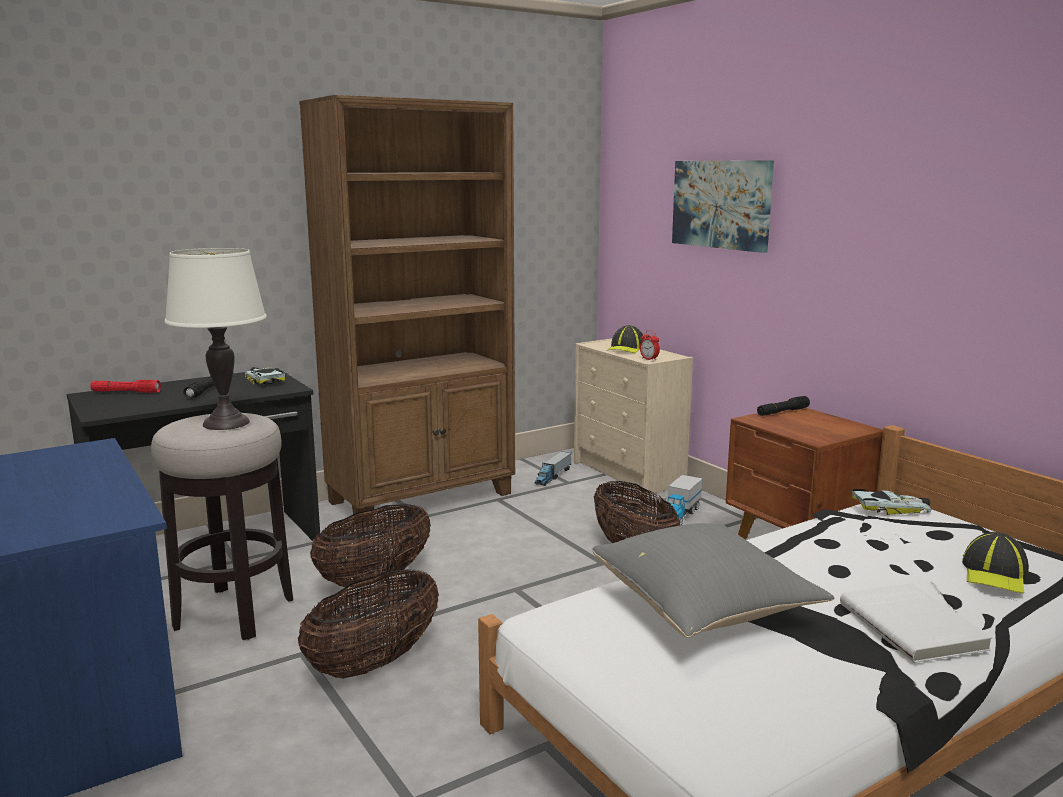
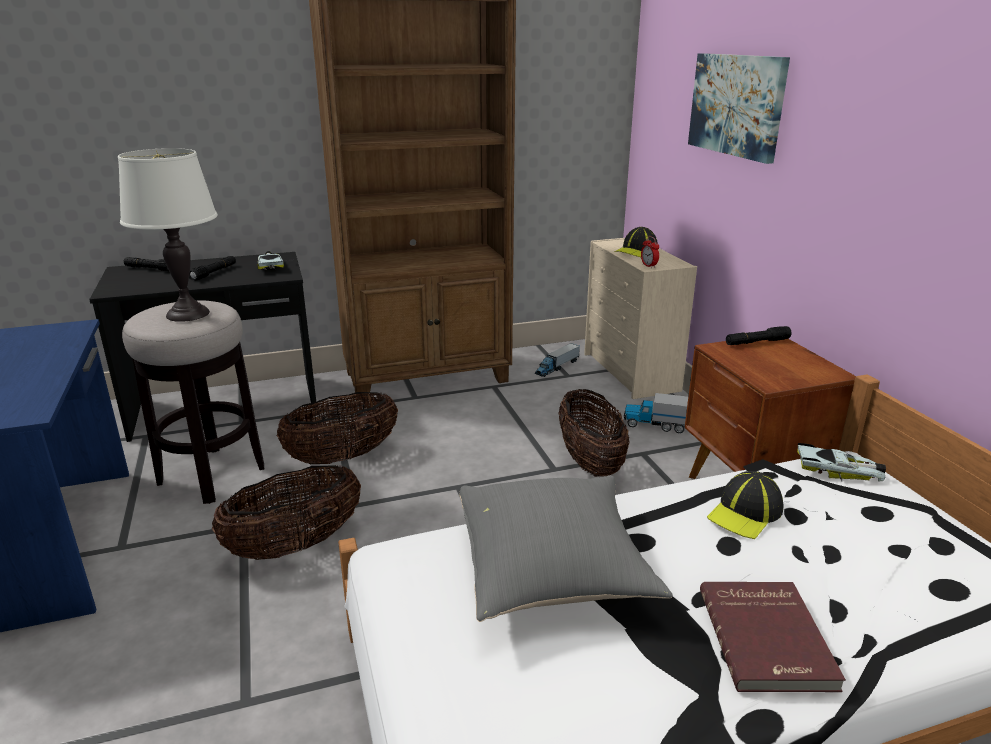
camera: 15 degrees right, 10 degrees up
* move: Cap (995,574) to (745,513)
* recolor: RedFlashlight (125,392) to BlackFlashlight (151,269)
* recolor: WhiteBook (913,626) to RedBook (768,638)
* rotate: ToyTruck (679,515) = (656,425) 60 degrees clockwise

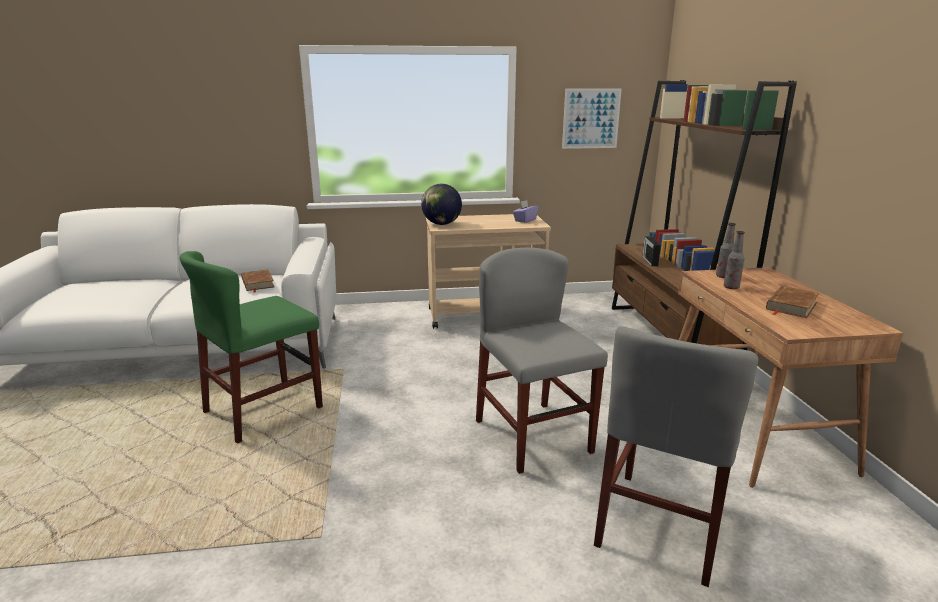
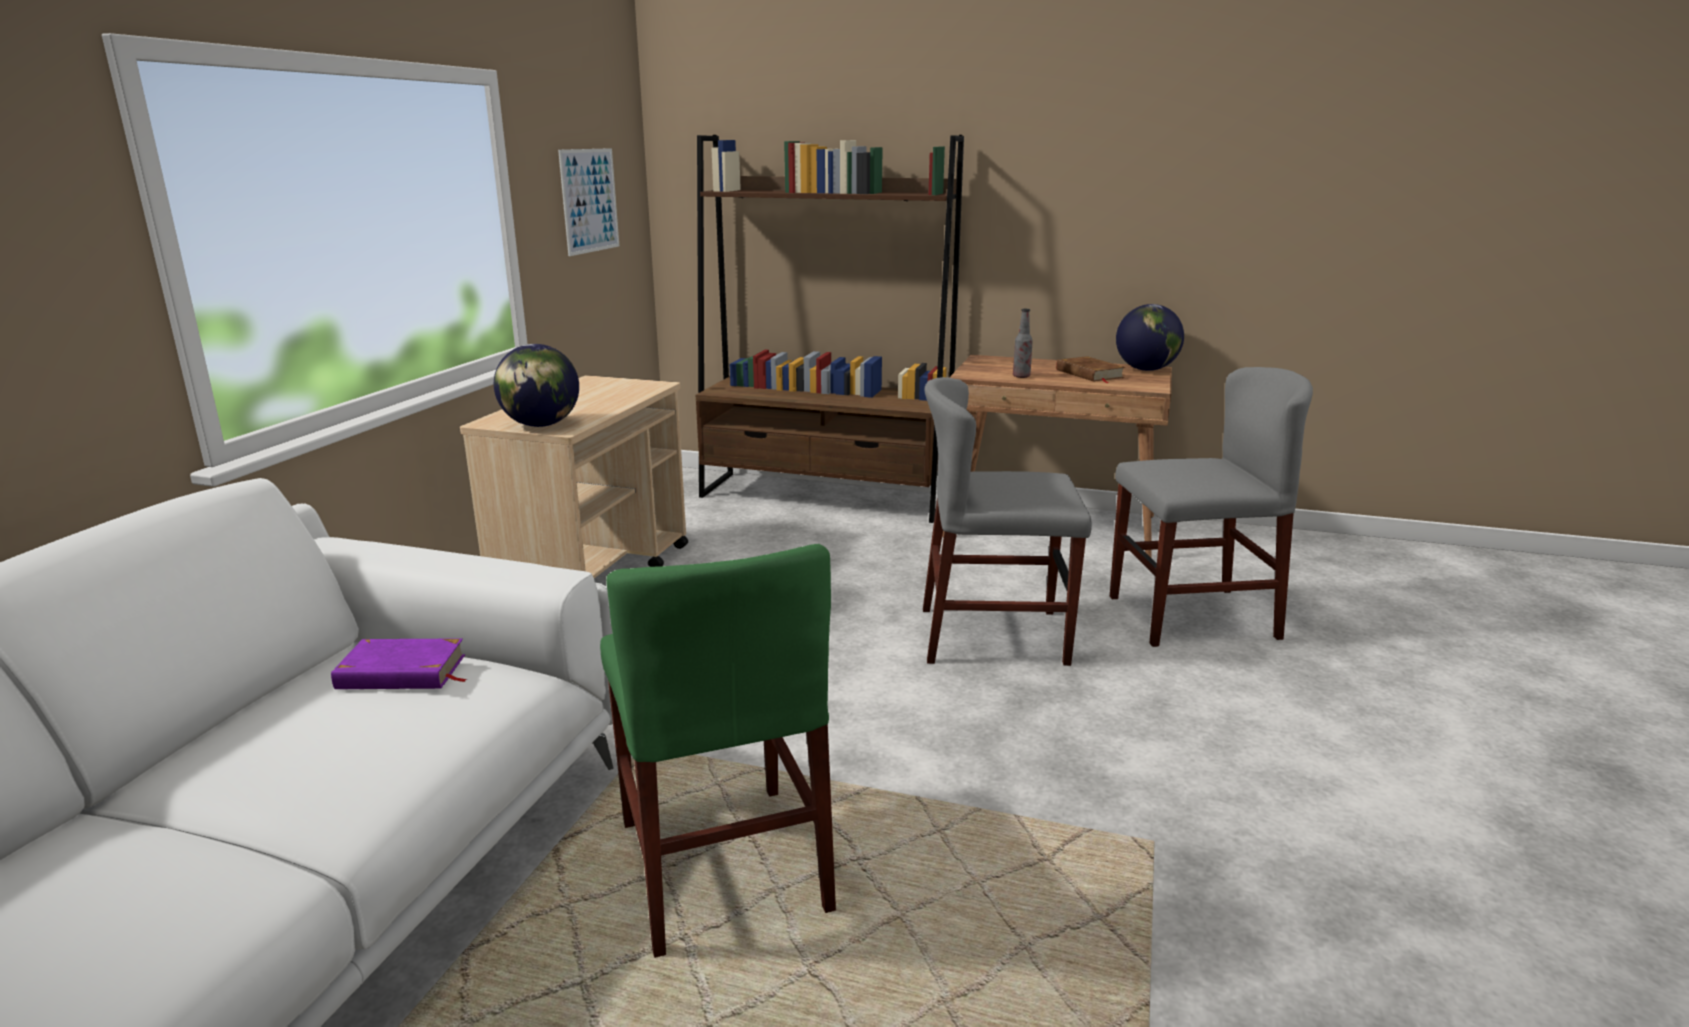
camera: 65 degrees left, 0 degrees up
* delete: PurpleTissueBox (525,220)
* delete: Radio (650,261)
* delete: Bottle (723,276)
* insert: Globe (1146,370)
* recolor: BrownBook (257,283) to PurpleBook (402,672)
* rotate: GreyChair (661,524) = (1191,617) 60 degrees counterclockwise

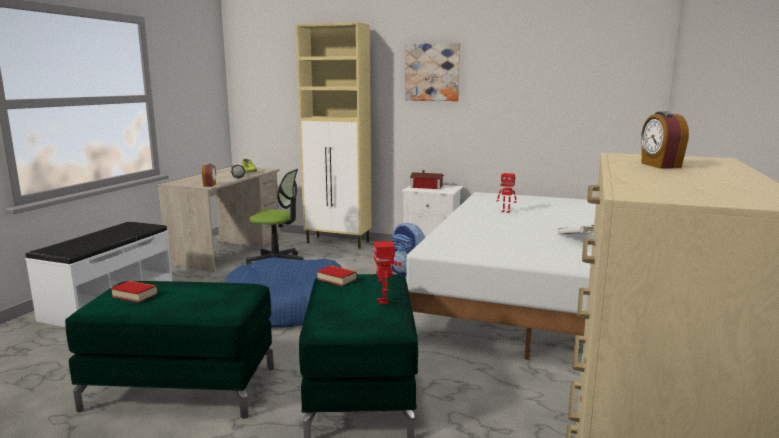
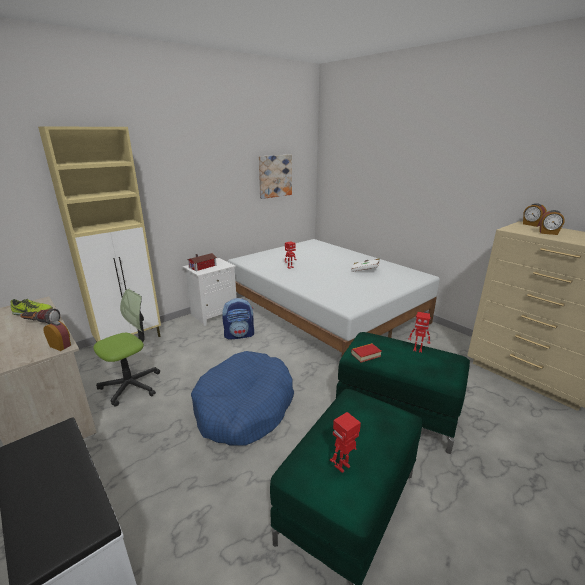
camera: 60 degrees left, 10 degrees up
* insert: AlarmClock (531,224)
* move: Picture (432,72) to (275,176)
* replace: Book (135,295) to ToyRobot (343,467)

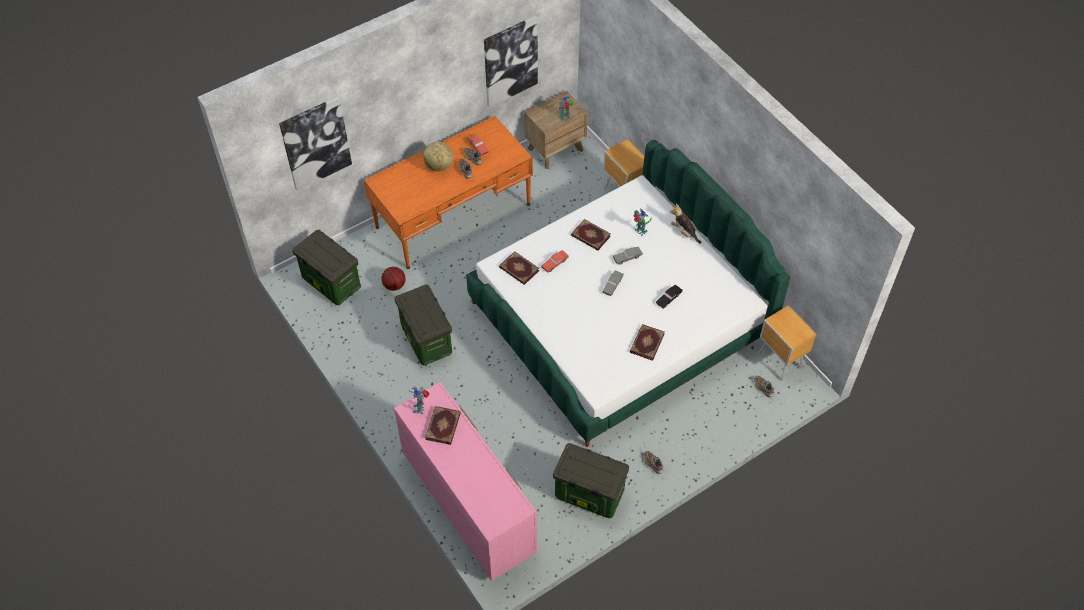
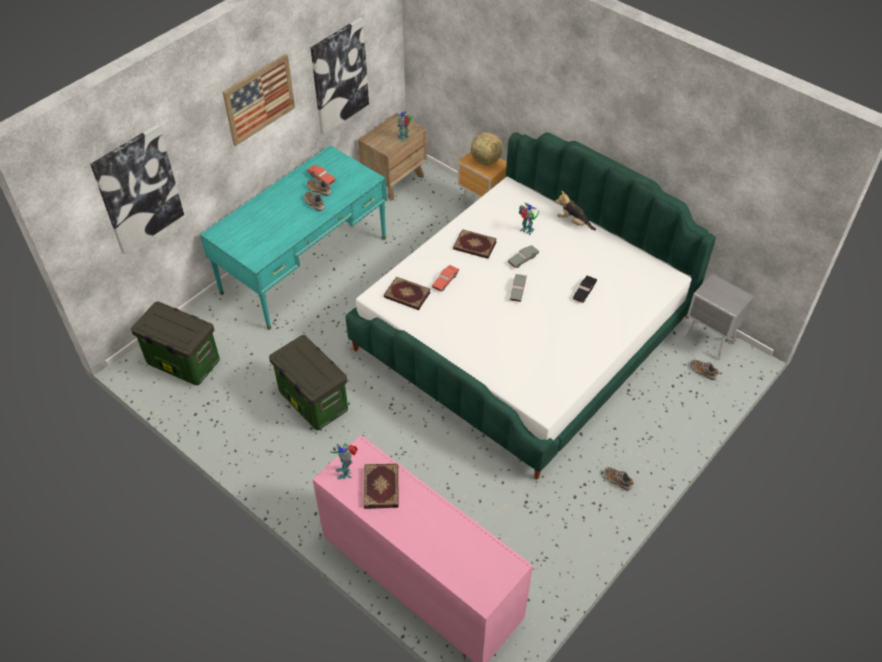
camera: 15 degrees left, 5 degrees down
* delete: Basketball (394,285)
* delete: StorageBox (588,494)
* delete: Book (646,343)
* insert: Picture (259,99)
* move: Globe (439,166) to (486,161)
* recolor: OrangeDesk (453,216) to TurquoiseDesk (304,265)
* recolor: BrownNightstand (780,362) to GreyNightstand (709,341)

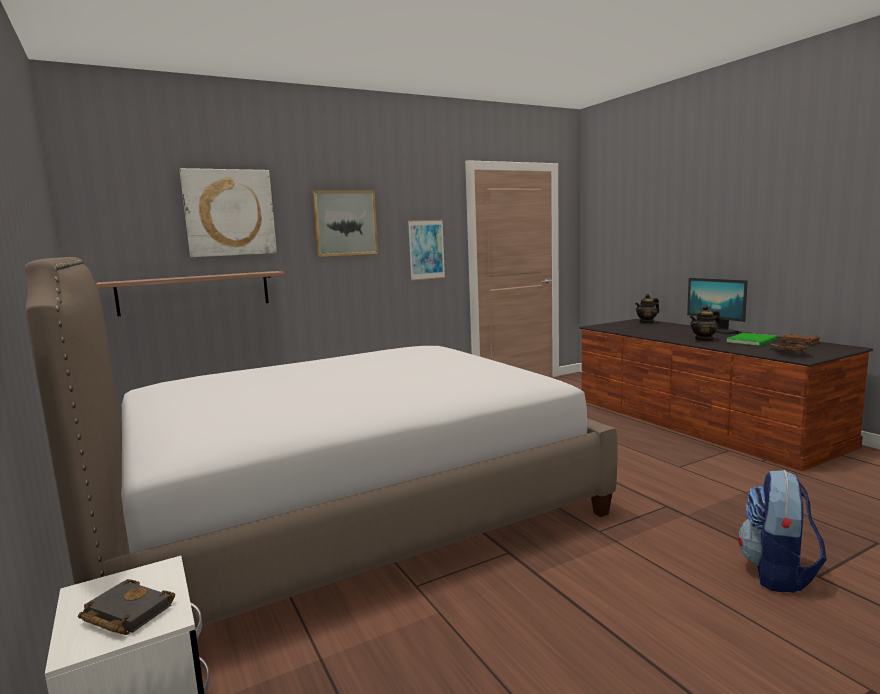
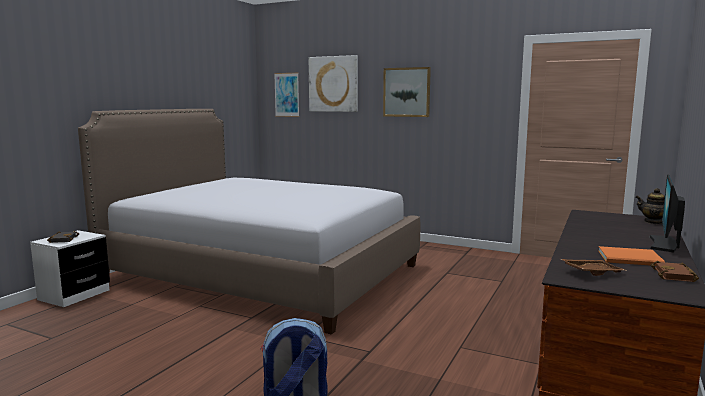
camera: 55 degrees right, 0 degrees up
* delete: Shelf (195,292)
* delete: Teapot (704,339)
* move: Picture (426,249) to (287,94)
* recolor: GreenBook (753,341) to OrangeBook (632,259)

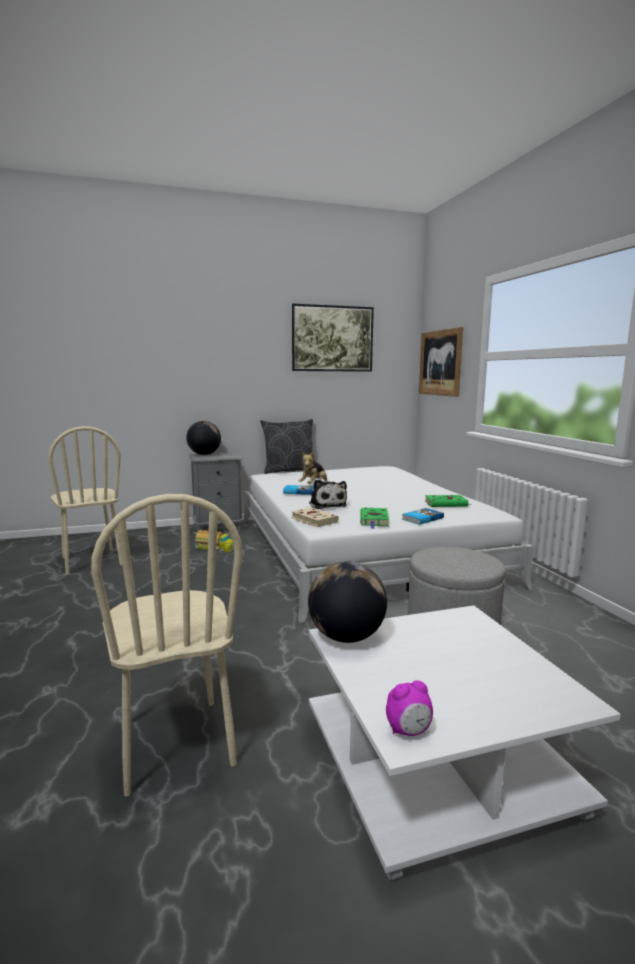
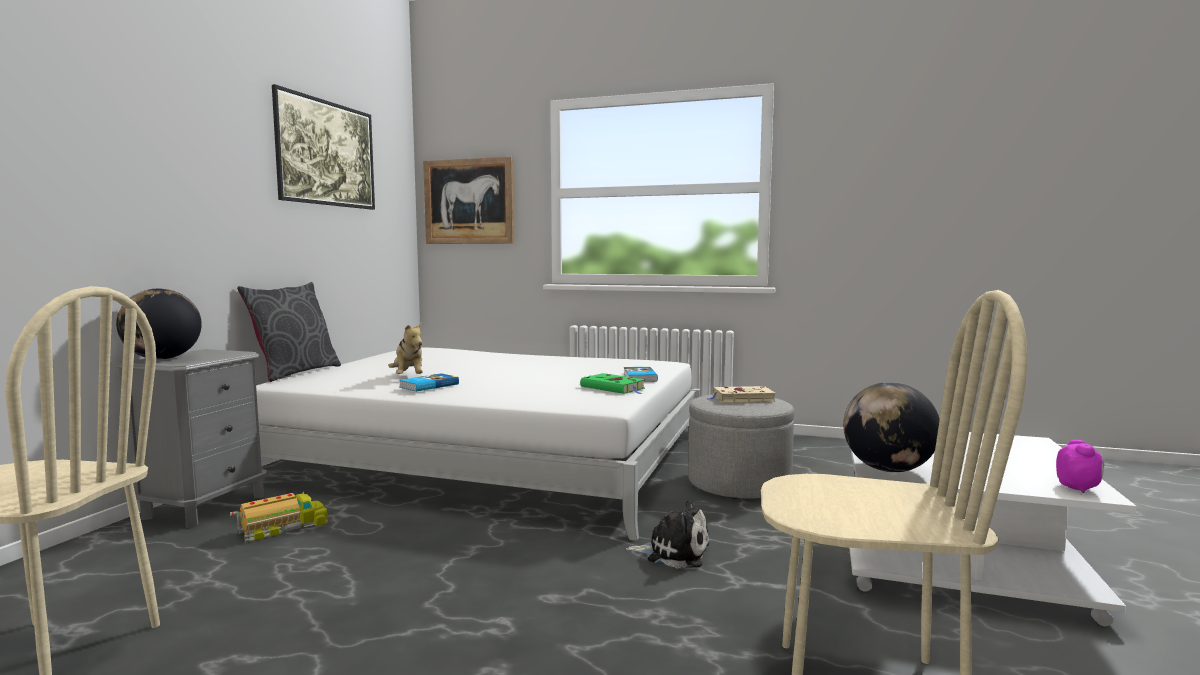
camera: 55 degrees left, 5 degrees down
* delete: GreenBook (447,504)
* move: BeigeBook (313,520) to (741,399)
* move: PlushToy (327,505) to (673,552)

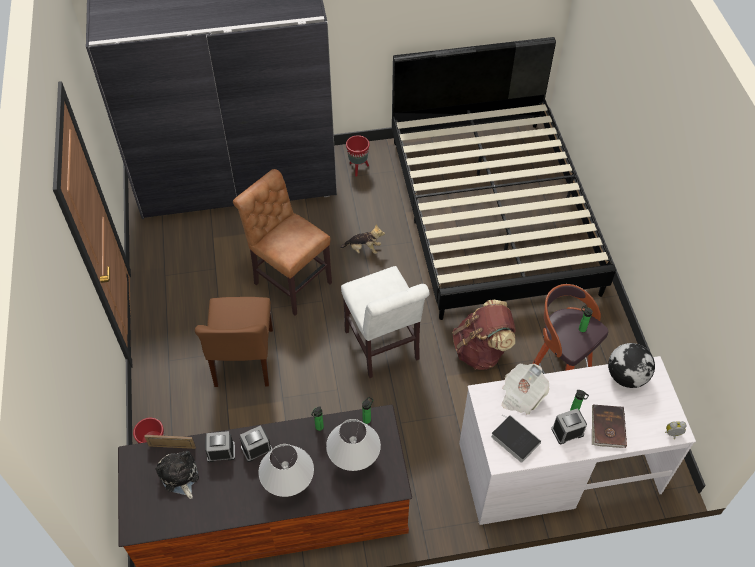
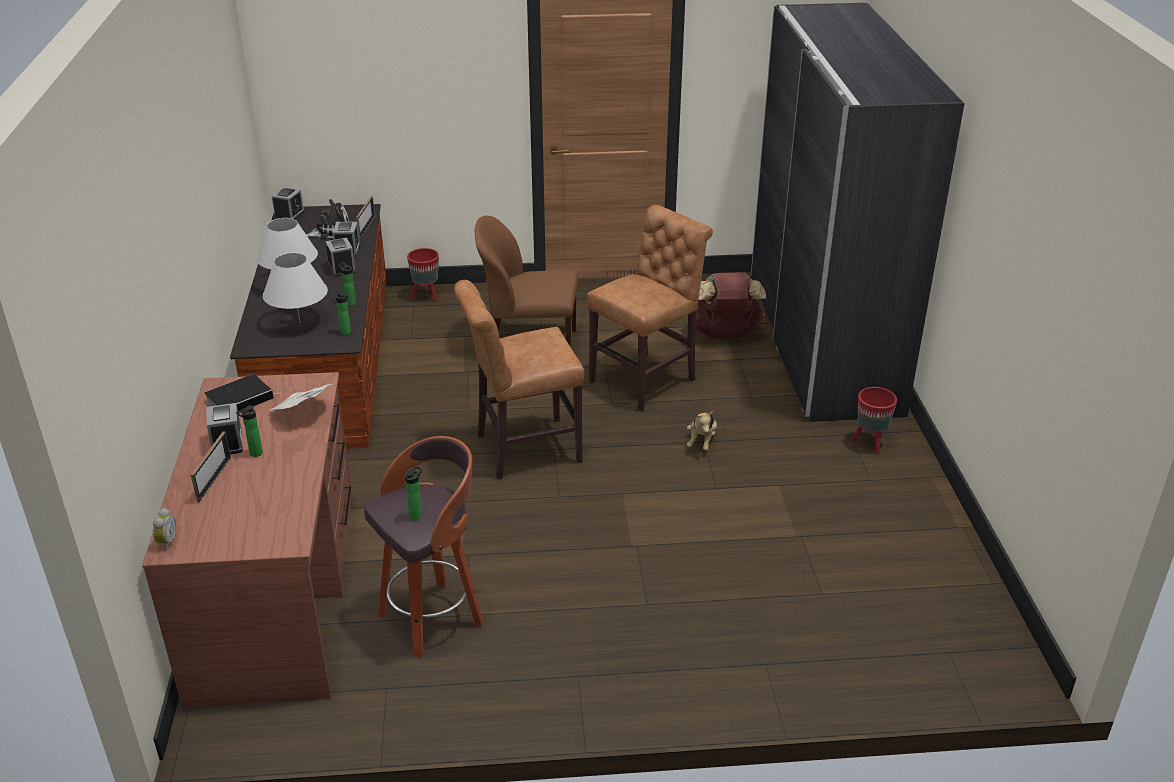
camera: 95 degrees right, 20 degrees down
* delete: BlackBed (492,213)
* delete: Globe (627,376)
* insert: AlarmClock (289,215)
* move: BrownBackpack (481,350) to (724,335)
* replace: BrownBook (607,427) to PictureFrame (214,479)
* recolor: WhiteChair (383,348) to BrownChair (522,449)
* recolor: WhiteDesk (558,467) to BrownDesk (278,595)

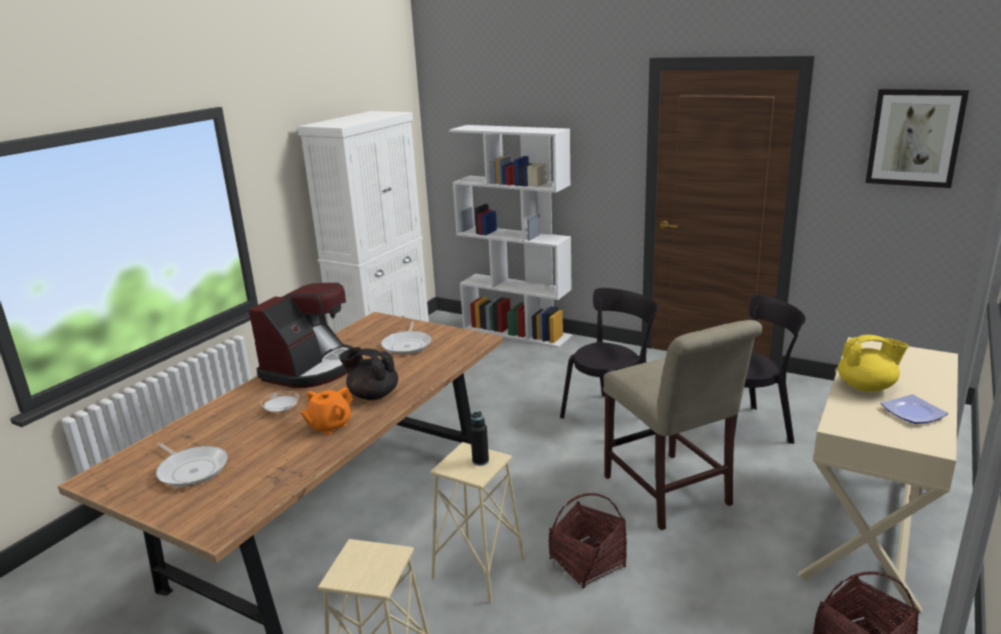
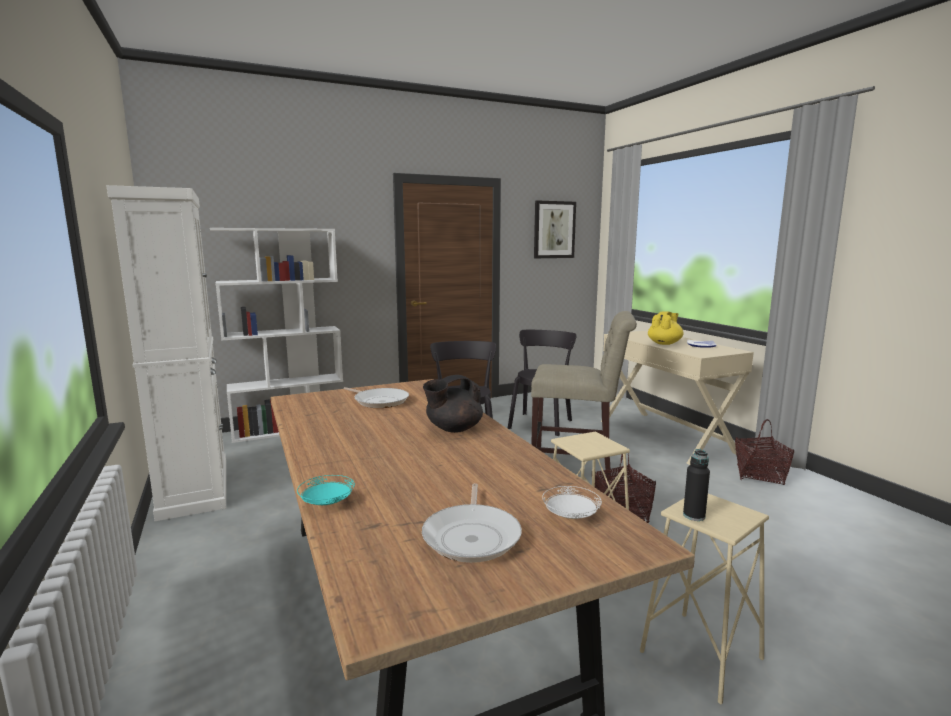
camera: 55 degrees left, 10 degrees down
* delete: CoffeeMachine (312,368)
* delete: OrangeTeapot (329,426)
* insert: TurquoisePlate (327,503)
* move: WhitePlate (282,410) to (570,516)
* move: BlackBottle (480,461) to (694,516)
* rotate: FryingPan (192,470) = (472,536) 105 degrees clockwise

